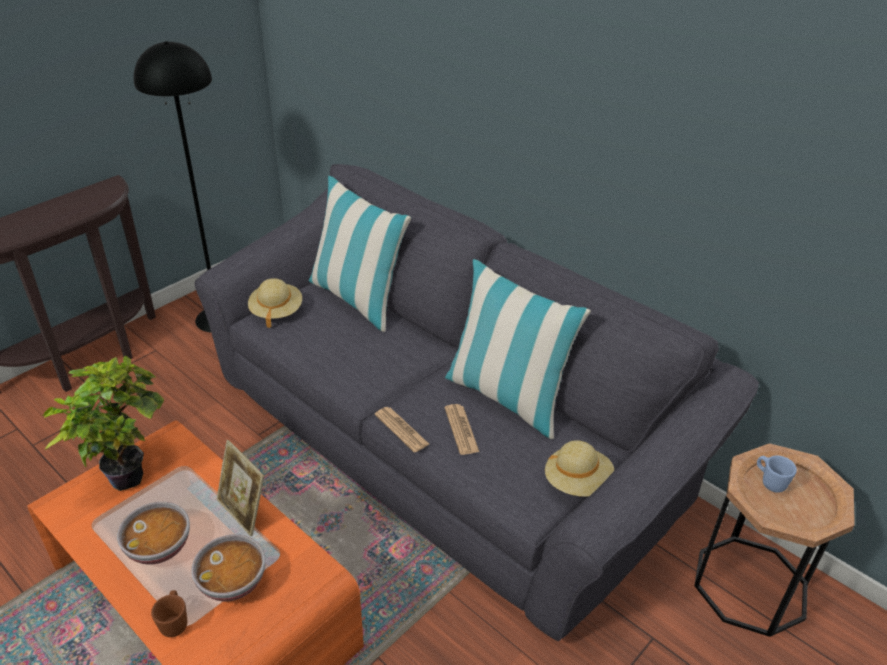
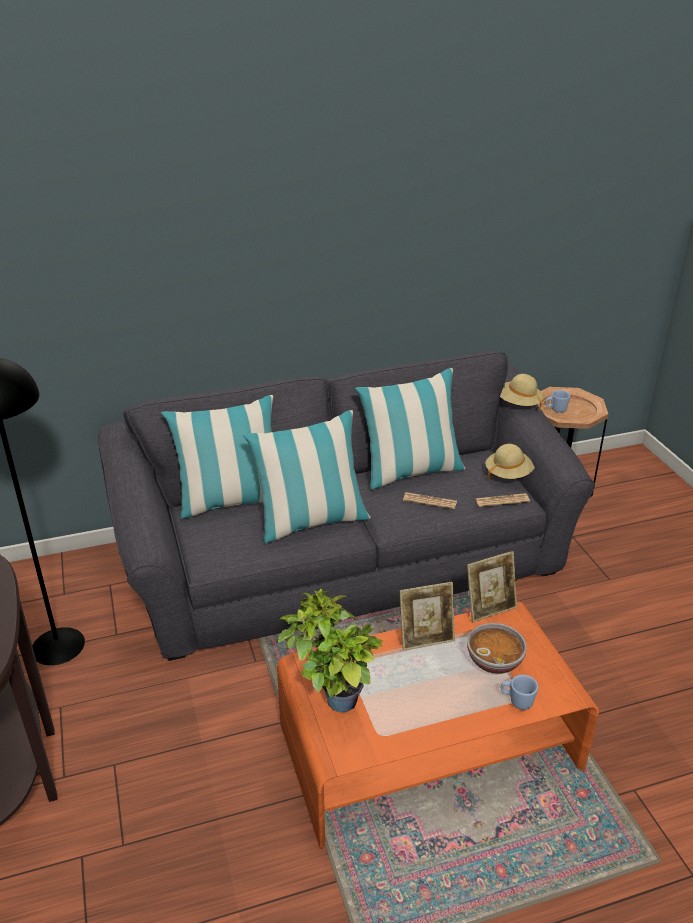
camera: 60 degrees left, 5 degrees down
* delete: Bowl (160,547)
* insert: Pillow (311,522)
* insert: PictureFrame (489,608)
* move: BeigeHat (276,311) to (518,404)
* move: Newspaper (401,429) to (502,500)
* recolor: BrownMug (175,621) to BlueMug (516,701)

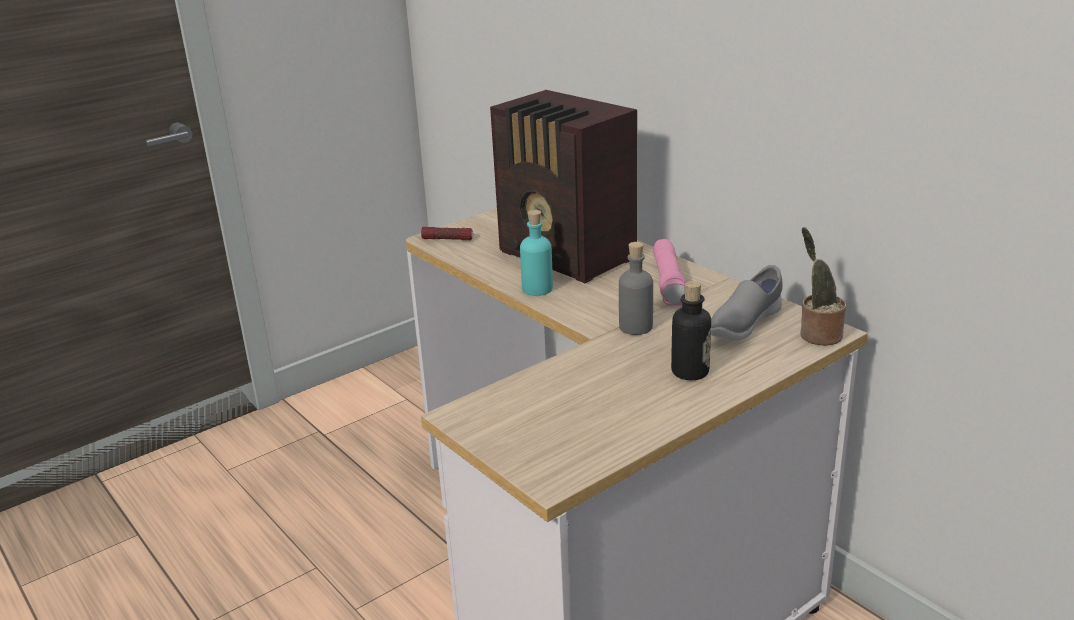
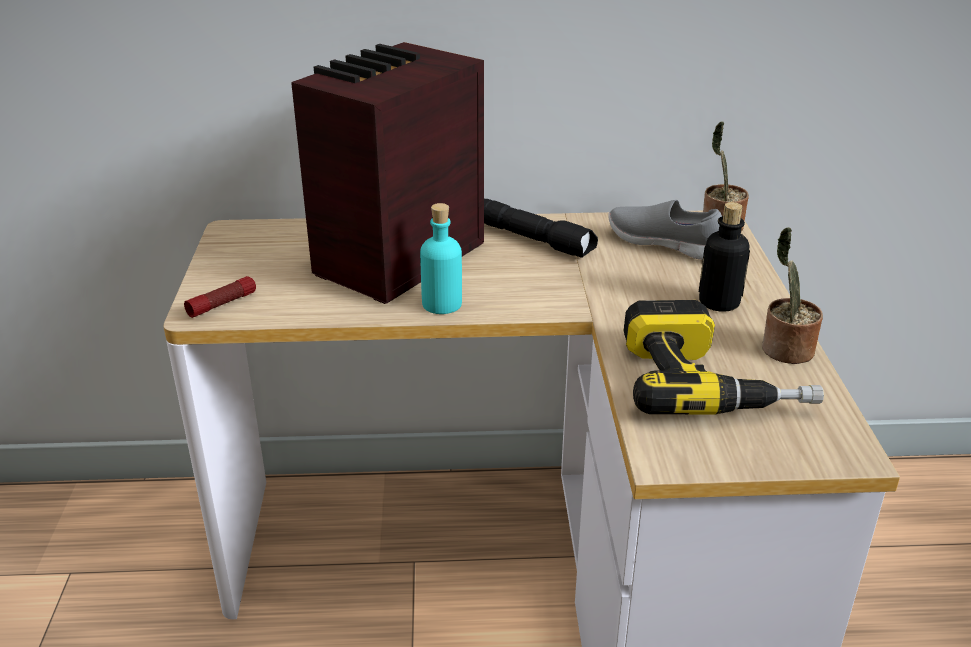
camera: 55 degrees left, 5 degrees up
* delete: GreyBottle (635,327)
* insert: PowerDrill (710,381)
* insert: PottedPlant (784,350)
* recolor: PinkFlashlight (670,282) to BlackFlashlight (534,239)
* rotate: Radio (567,257) = (395,260) 135 degrees clockwise
* rotate: GreyShoe (744,325) = (663,245) 135 degrees clockwise

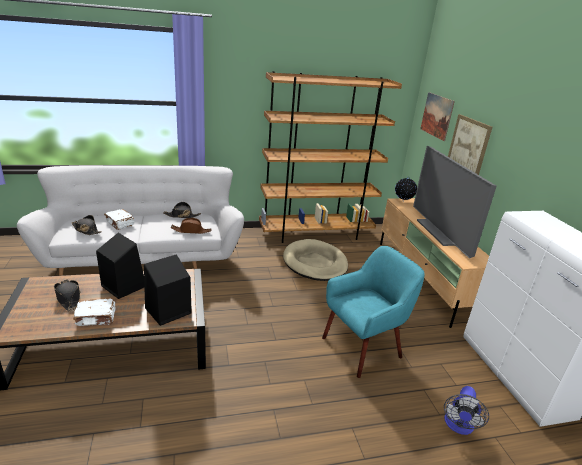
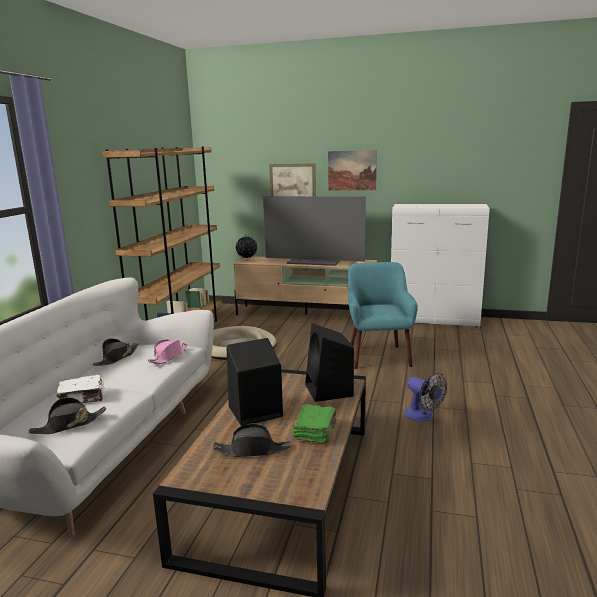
camera: 60 degrees left, 10 degrees down
* move: Picture (436,116) to (352,170)
* move: Fan (458,426) to (423,416)
* recolor: WhiteBook (96,318) to GreenBook (315,431)
* recolor: BrownHat (191,231) to PinkHat (168,356)

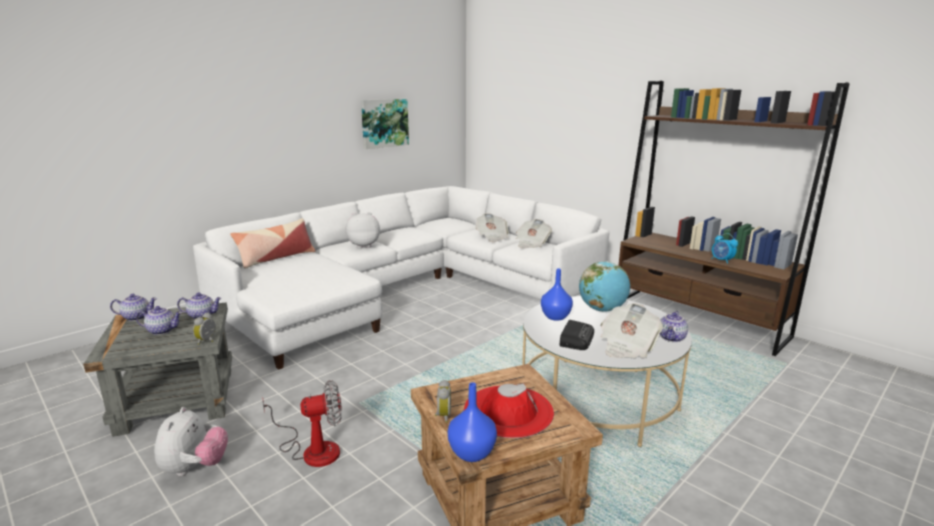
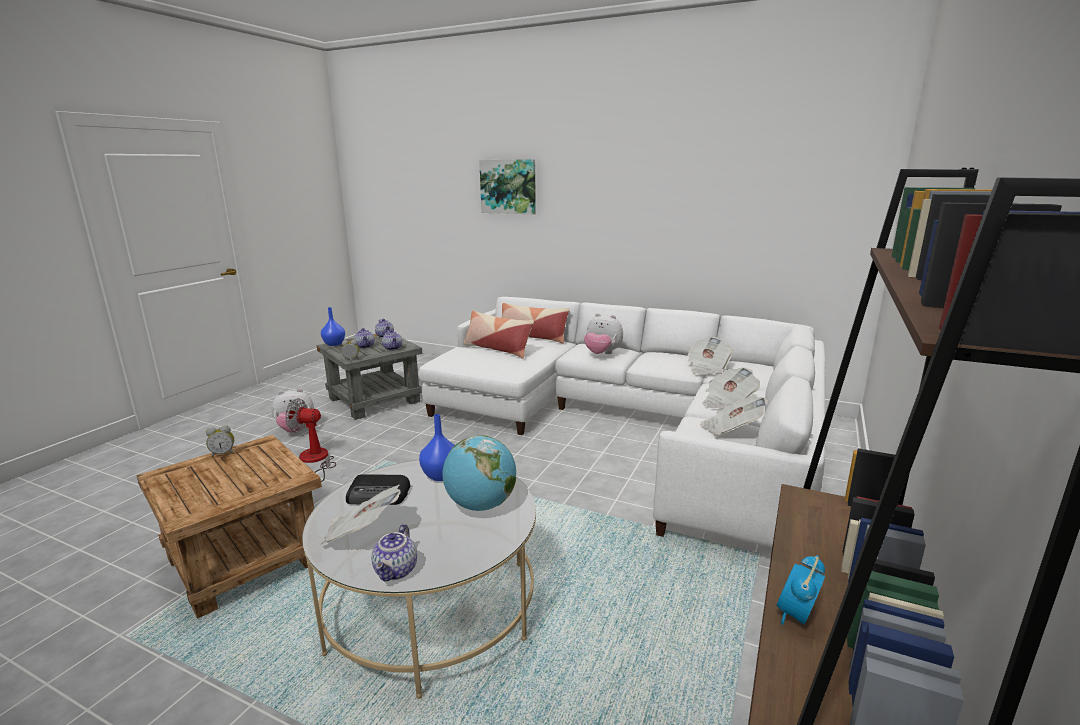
camera: 70 degrees right, 0 degrees up
* delete: RedHat (508,411)
* insert: Pillow (497,349)
* insert: Newspaper (707,368)
* move: Picture (384,123) to (508,186)
* move: BlueVase (472,452) to (334,344)
* rotate: Fan (312,449) = (316,460) 135 degrees clockwise
* rotate: PlushToy (363,245) = (602,354) 150 degrees clockwise
* rotate: Teapot (672,338) = (397,571) 90 degrees counterclockwise

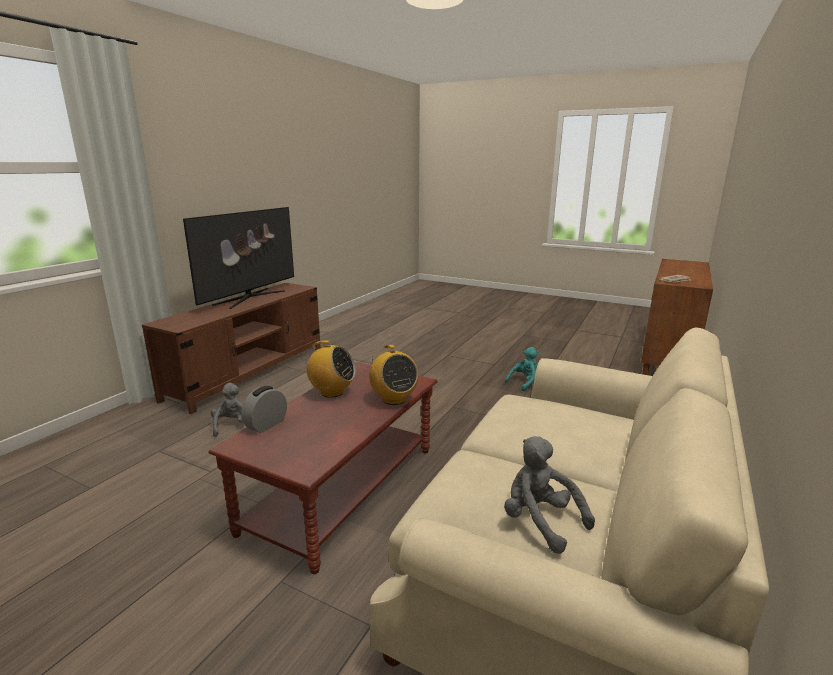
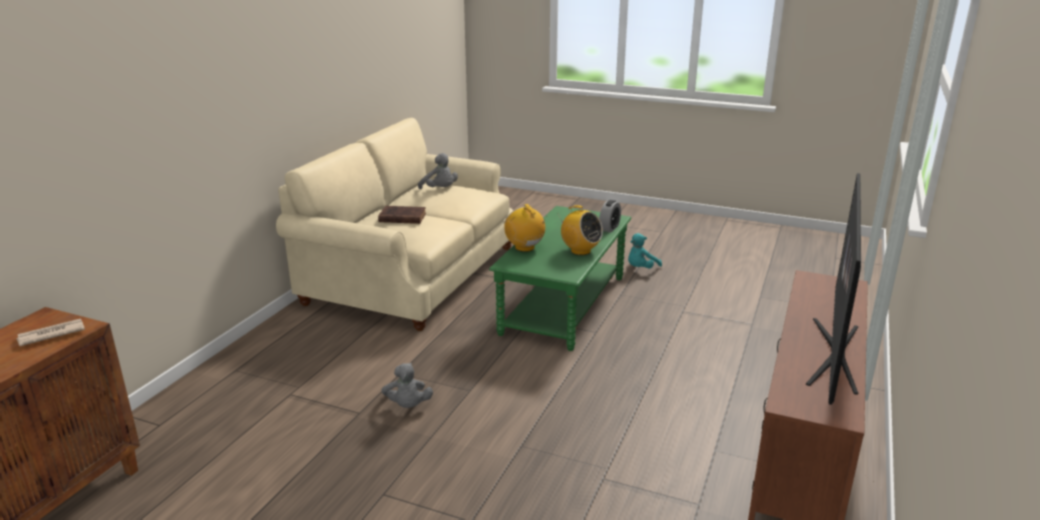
camera: 175 degrees right, 5 degrees up
* insert: BrownBook (401,218)
* move: GreyPlushToy (232,426) to (408,406)
* move: TurquoisePlushToy (524,382) to (641,268)
* recolor: BrownCoffeeTable (342,488) to GreenCoffeeTable (564,305)
* rotate: Radio (331,392) = (580,251) 150 degrees counterclockwise

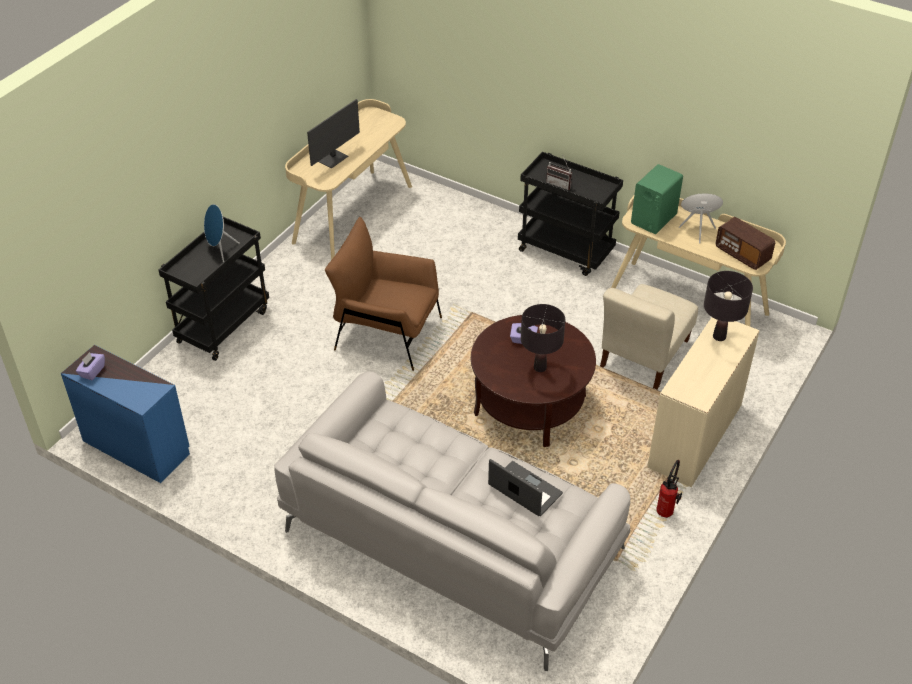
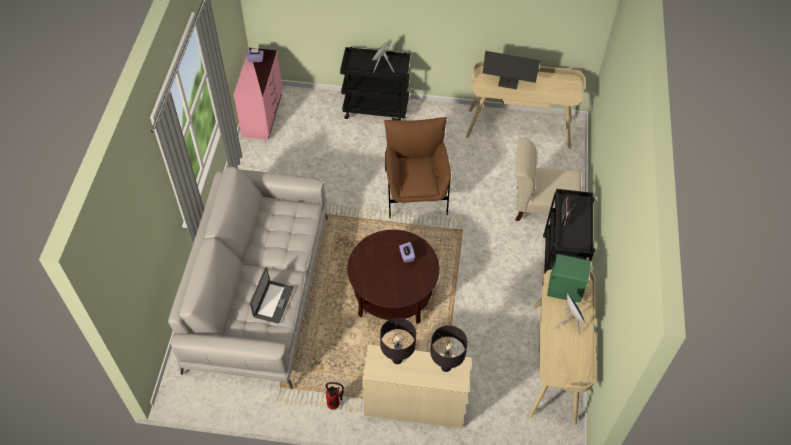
camera: 65 degrees right, 10 degrees up
* delete: Radio (742,254)
* move: BlackTableLamp (540,367) to (397,359)
* move: BeigeChair (643,356) to (541,205)
* recolor: BlueDresser (136,446) to PinkDresser (263,114)

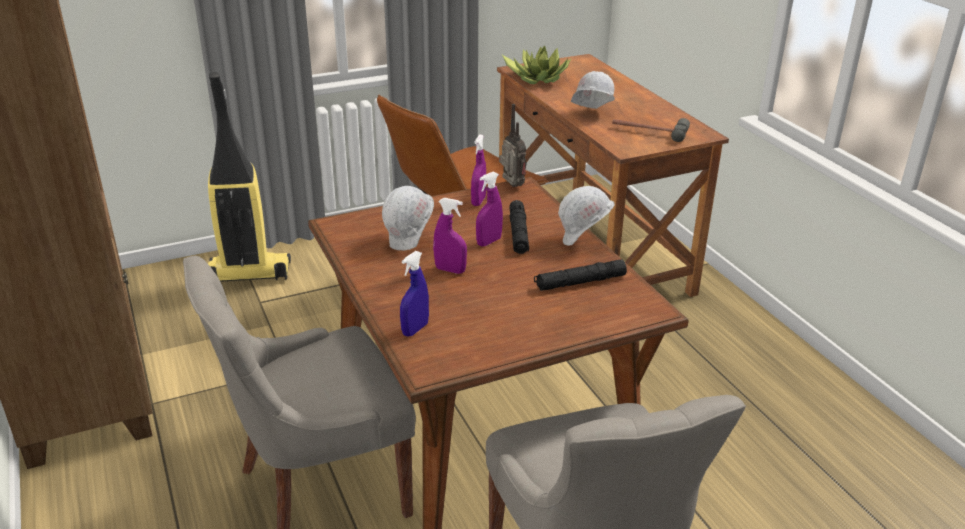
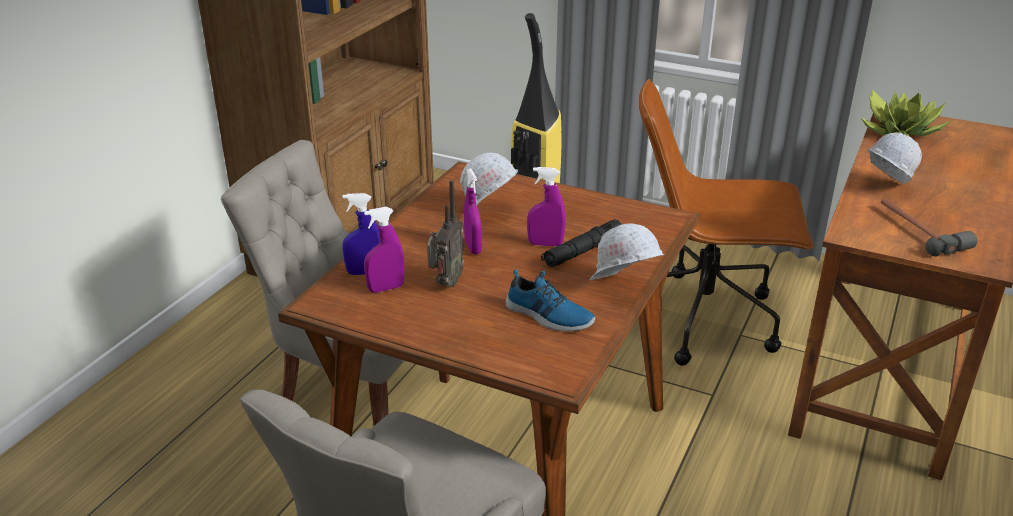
camera: 50 degrees right, 0 degrees up
* move: PurpleSprayBottle (478,201) to (386,288)
* move: Radio (511,186) to (445,283)
* replace: BlackFlashlight (580,282) to Shoe (548,316)

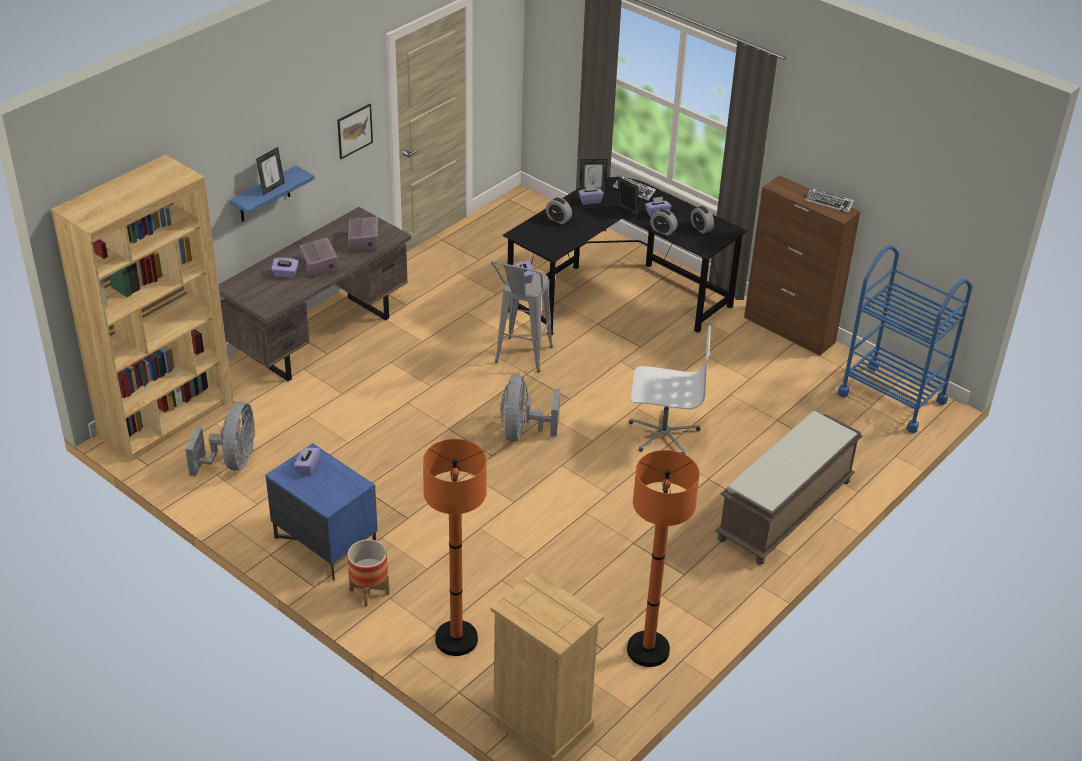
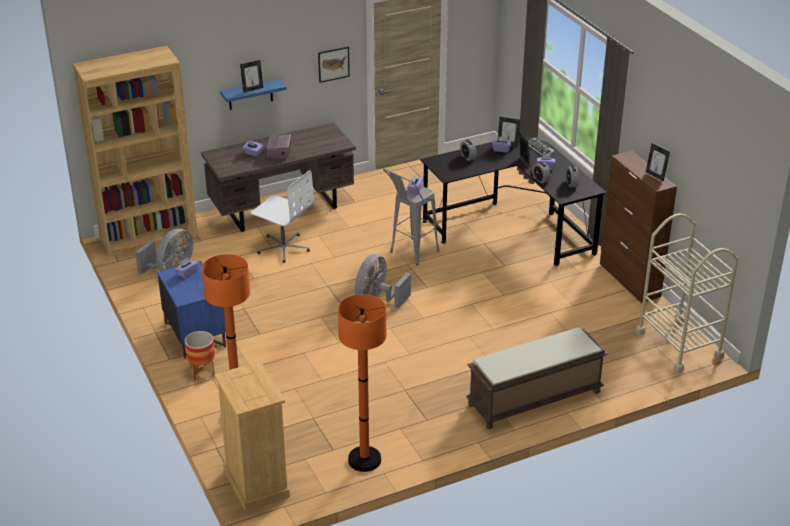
camera: 25 degrees right, 5 degrees down
* delete: Radio (363,241)
* move: WhiteOfficeChair (663,433) to (283,247)
* replace: Keyboard (828,203) to PictureFrame (655,176)
* recolor: BlueCart (892,397) to BeigeCart (679,344)

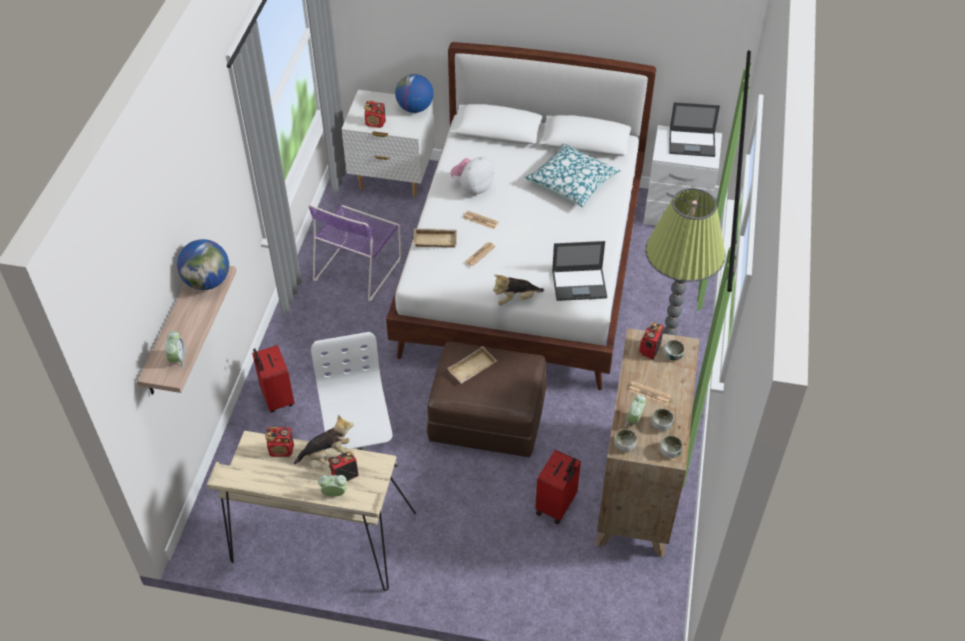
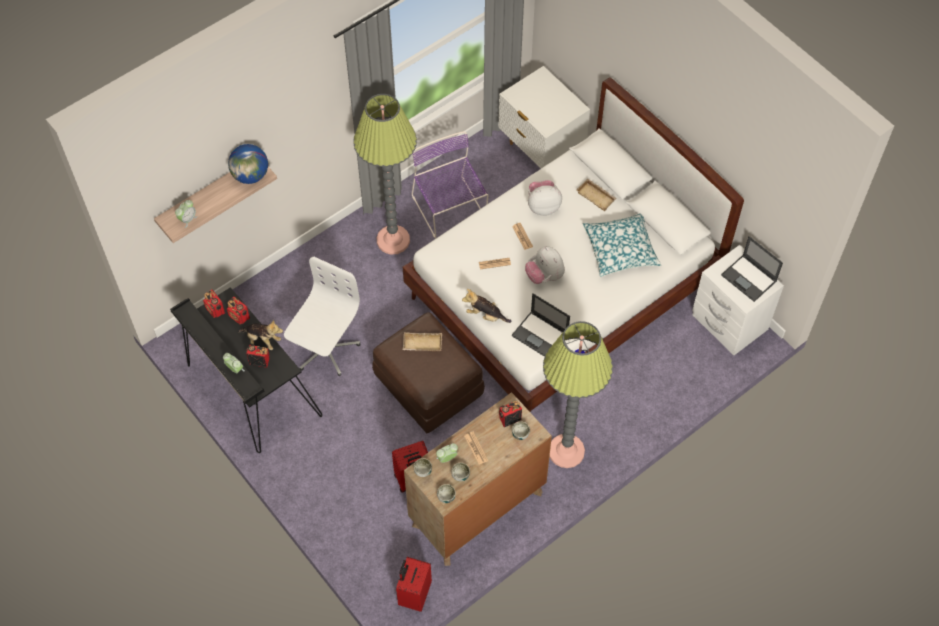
camera: 40 degrees right, 10 degrees up
* delete: Globe (414,108)
* insert: FloorLamp (393,240)
* insert: PlushToy (544,276)
* move: RedSuitcase (276,398) to (414,594)
* move: Radio (375,123) to (215,310)
* move: BeigeTray (436,239) to (597,196)
* recolor: BeigeDesk (319,539) to BlackDesk (250,390)
* rotate: PurpleChair (359,268) = (450,209) 90 degrees clockwise

